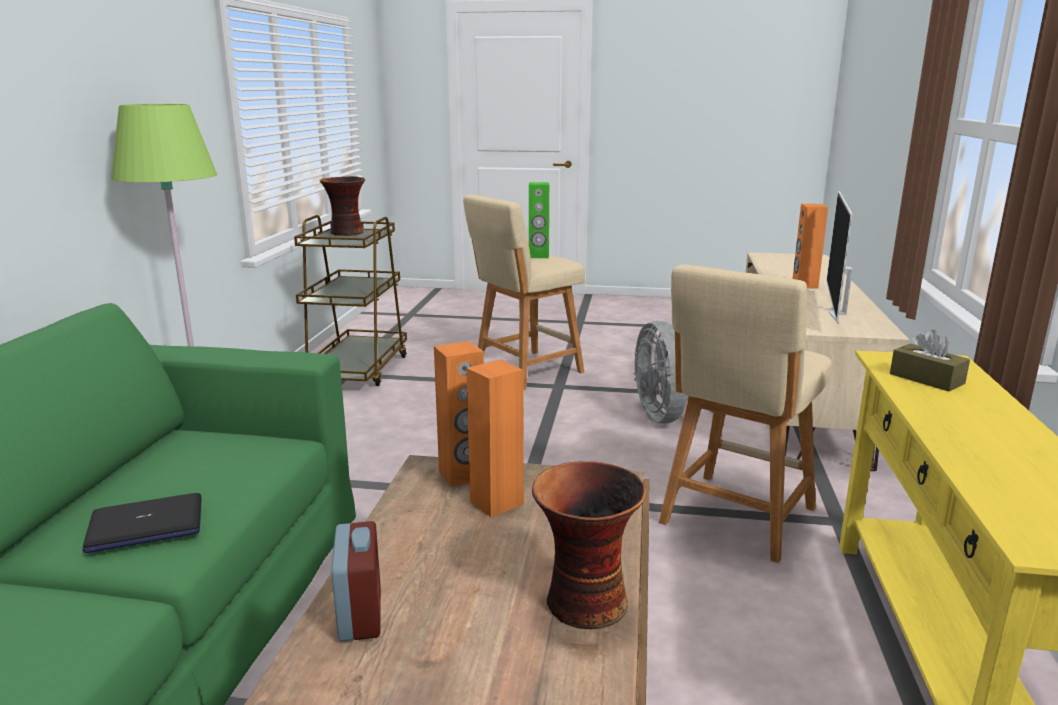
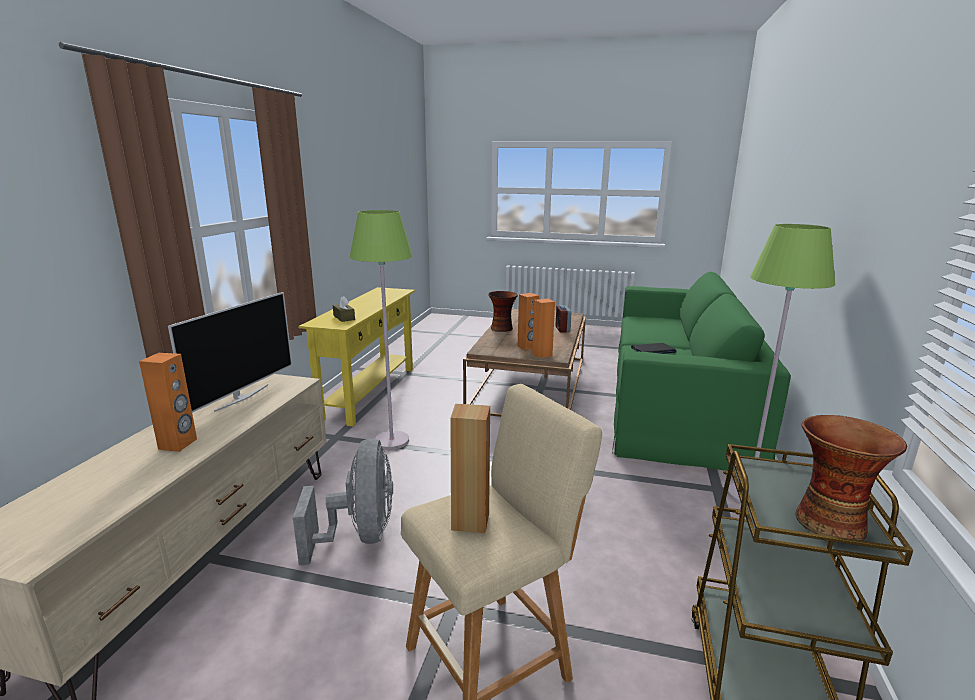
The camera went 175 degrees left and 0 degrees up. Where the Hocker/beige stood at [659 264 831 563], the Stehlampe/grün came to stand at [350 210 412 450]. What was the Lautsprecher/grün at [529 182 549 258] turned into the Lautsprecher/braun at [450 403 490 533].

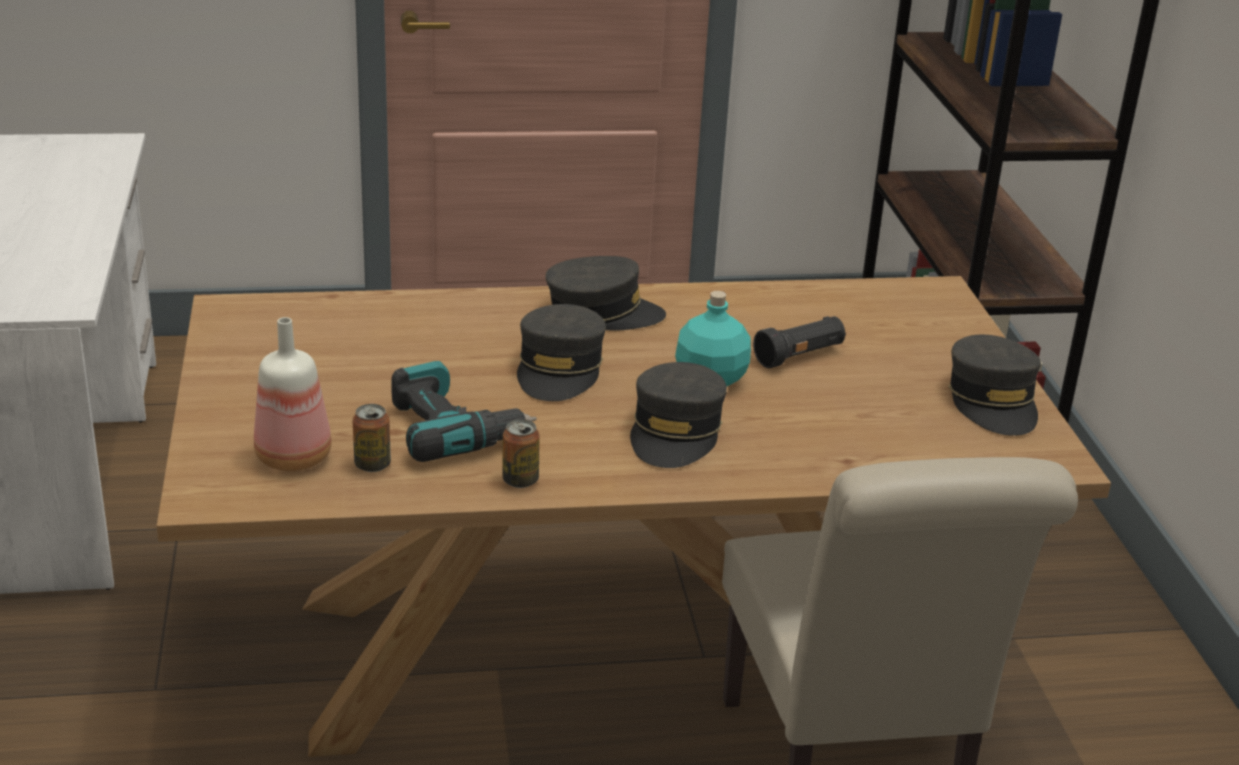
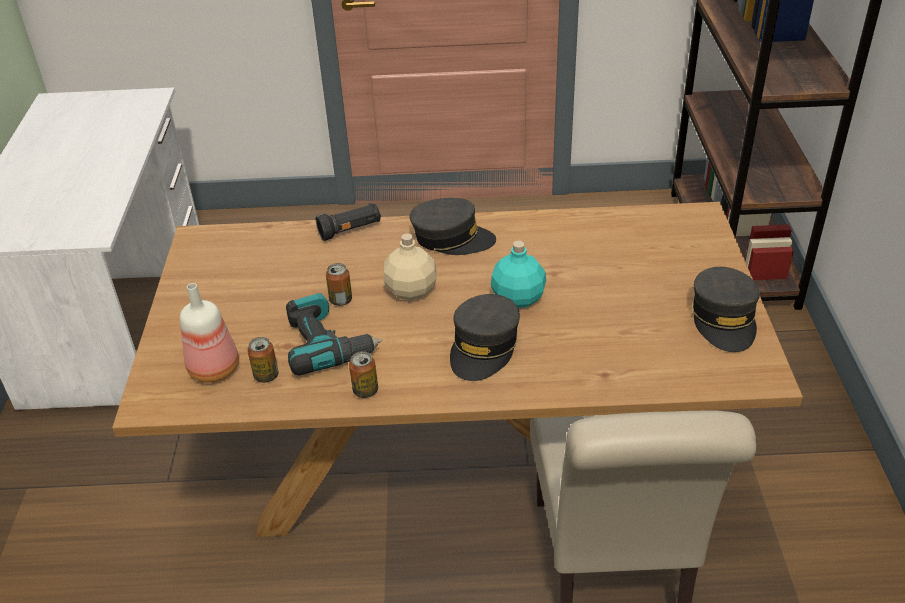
The camera went 10 degrees right and 10 degrees up. The second view gained the Dose at [326 263 352 306]. The Taschenlampe/schwarz ended up elsewhere, having gone from [753 316 846 368] to [316 203 381 241]. Where the Kappe/grau stood at [517 304 606 401], the Flasche/beige came to stand at [384 233 436 300].

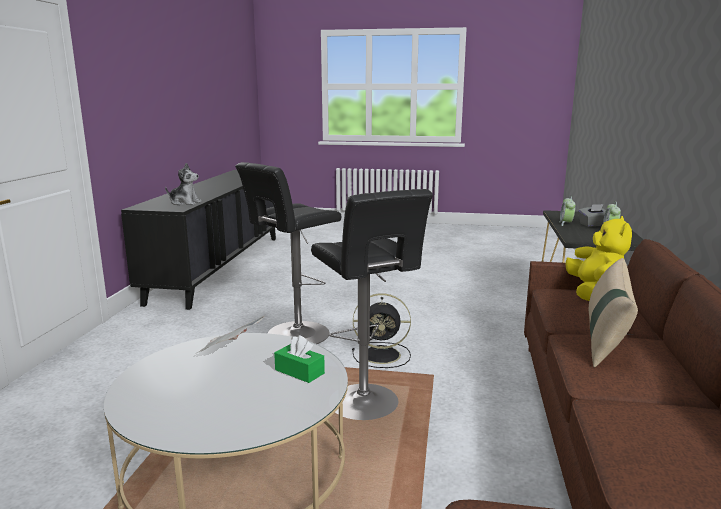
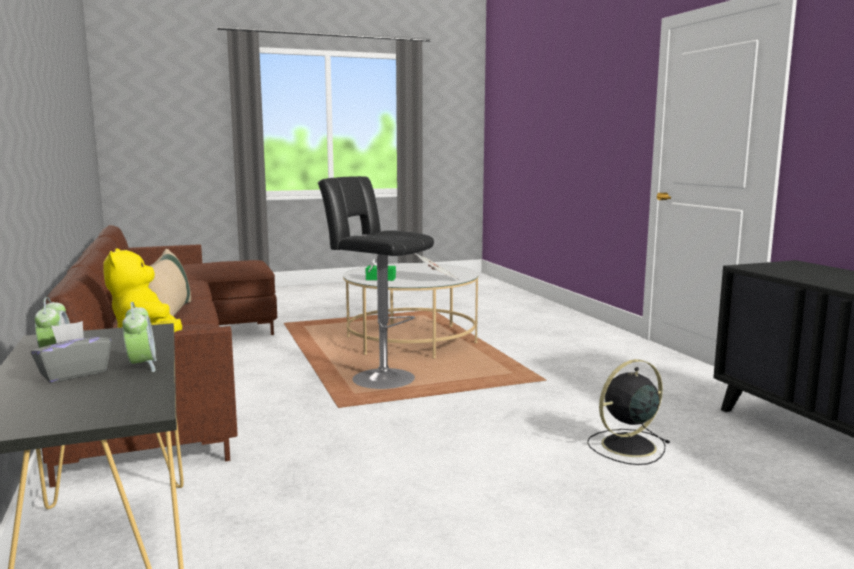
The camera went 150 degrees right and 5 degrees down. The second view lost the Plüschtier at [165 163 202 205]. The second view lost the Hocker/schwarz at [235 162 342 344]. The Ventilator/schwarz ended up elsewhere, having gone from [352 293 411 368] to [587 359 671 465].

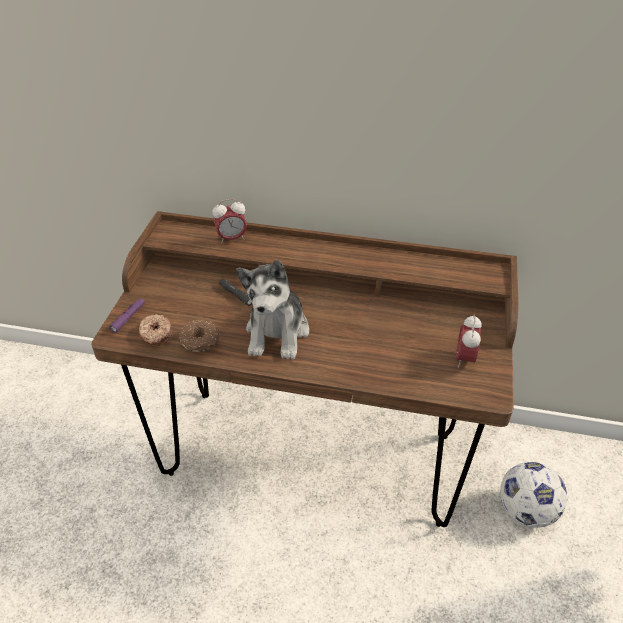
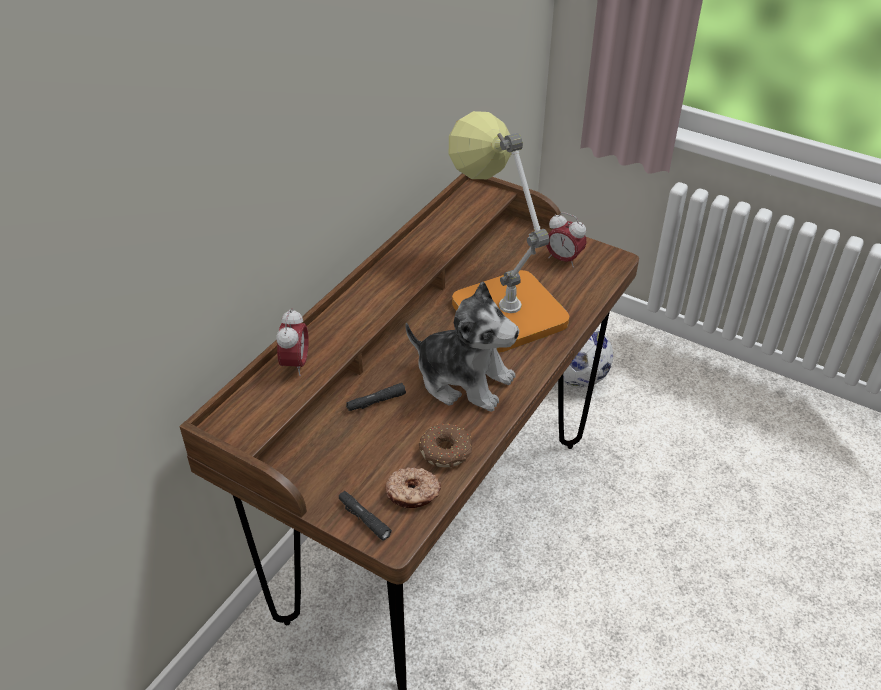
The camera went 70 degrees left and 0 degrees up. The second view gained the Tischlampe at [449 111 570 353]. What was the Taschenlampe/lila at [109 298 145 333] turned into the Taschenlampe/schwarz at [339 491 392 541].

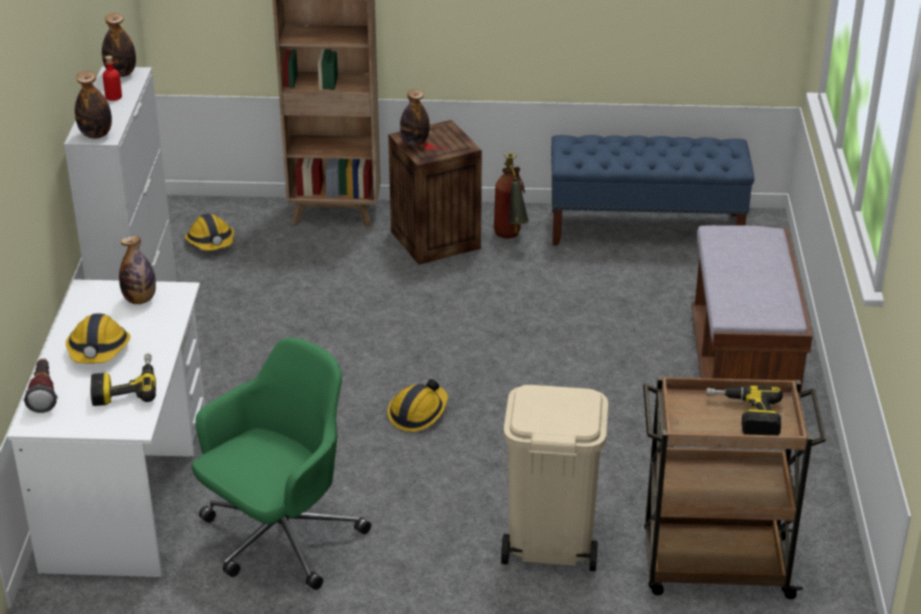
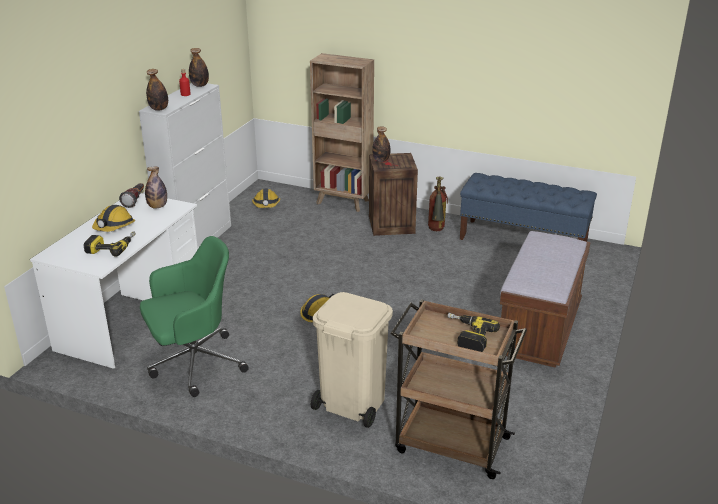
The camera went 20 degrees right and 5 degrees down. The Taschenlampe ended up elsewhere, having gone from [24 359 57 413] to [119 183 144 208].

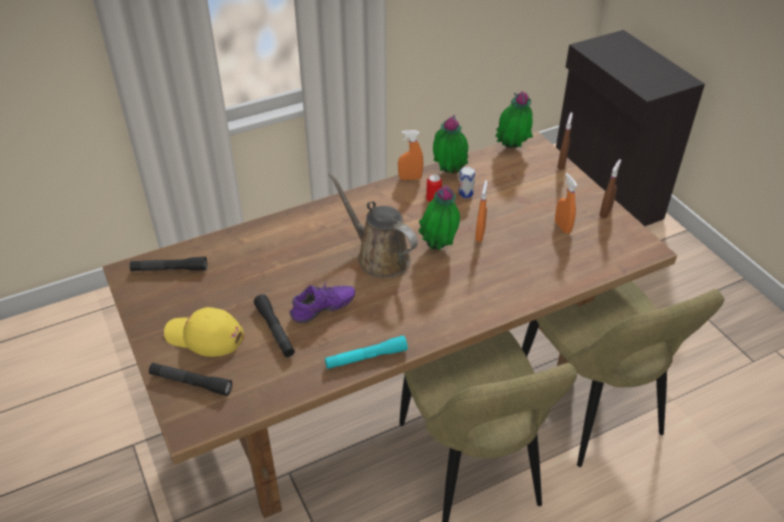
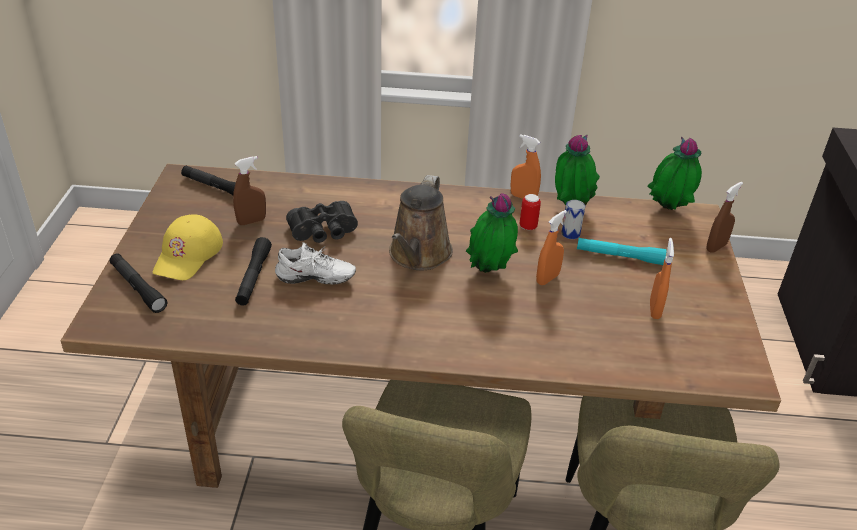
The camera went 30 degrees right and 5 degrees down. The second view gained the Fernglas/schwarz at [286 201 358 243]. The Taschenlampe/türkis ended up elsewhere, having gone from [325 335 408 369] to [577 238 666 265]. The Sprühflasche/braun ended up elsewhere, having gone from [600 159 621 218] to [233 156 266 225]. What was the Schuh/lila at [290 282 355 324] turned into the Schuh/weiß at [275 242 356 284]. The Kappe/gelb at [164 307 244 357] ended up facing another way, 120 degrees counterclockwise from before. The Gießkanne/braun at [328 172 418 278] ended up facing another way, 150 degrees counterclockwise from before.

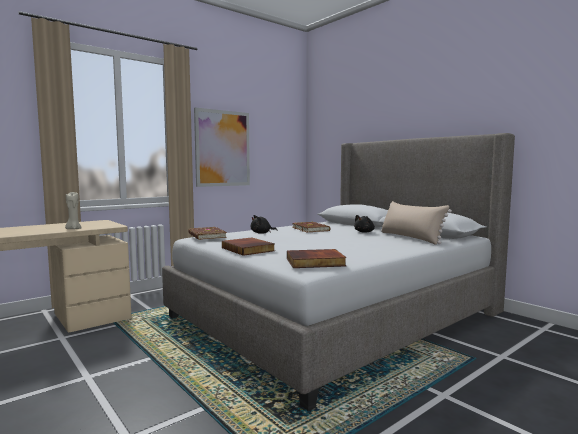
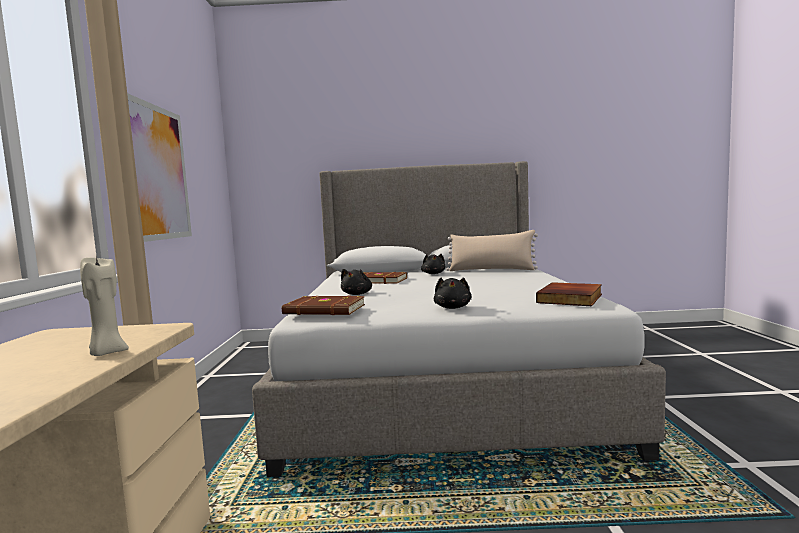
The camera went 50 degrees left and 0 degrees up. Where the Buch stood at [222 237 275 256], the Plüschtier/schwarz came to stand at [434 278 471 309].

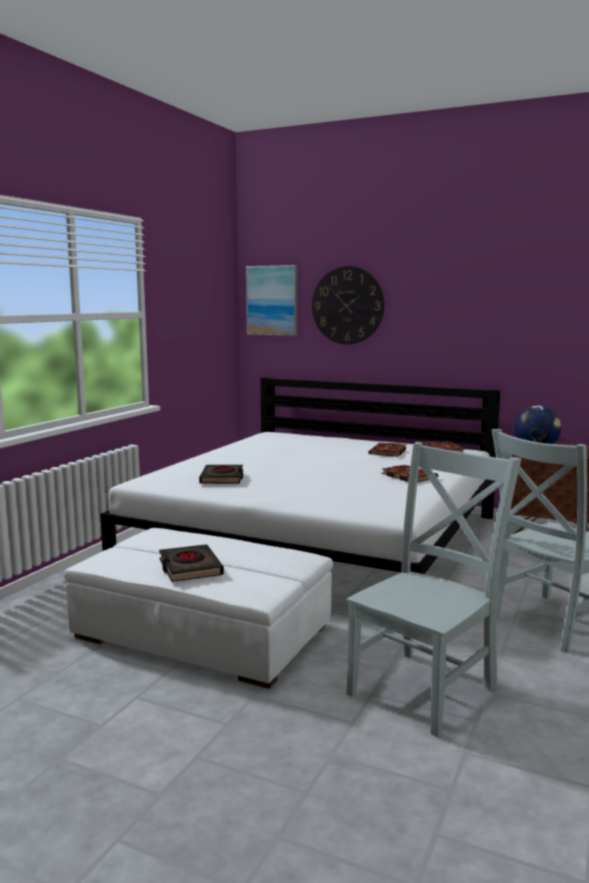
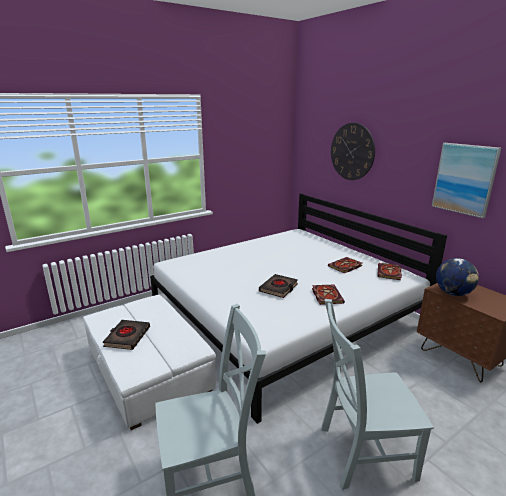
The camera went 30 degrees right and 10 degrees up. The Buch/schwarz ended up elsewhere, having gone from [199 465 243 484] to [259 274 298 298]. The Bild ended up elsewhere, having gone from [246 265 297 336] to [432 143 501 218].

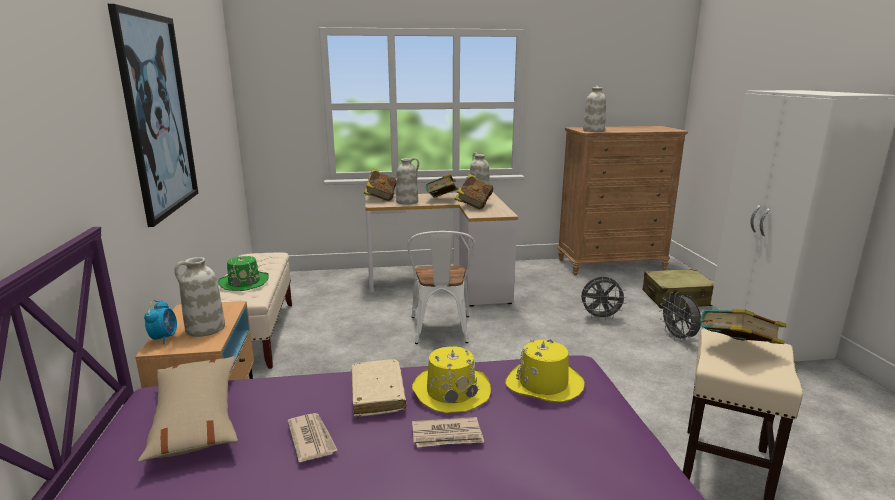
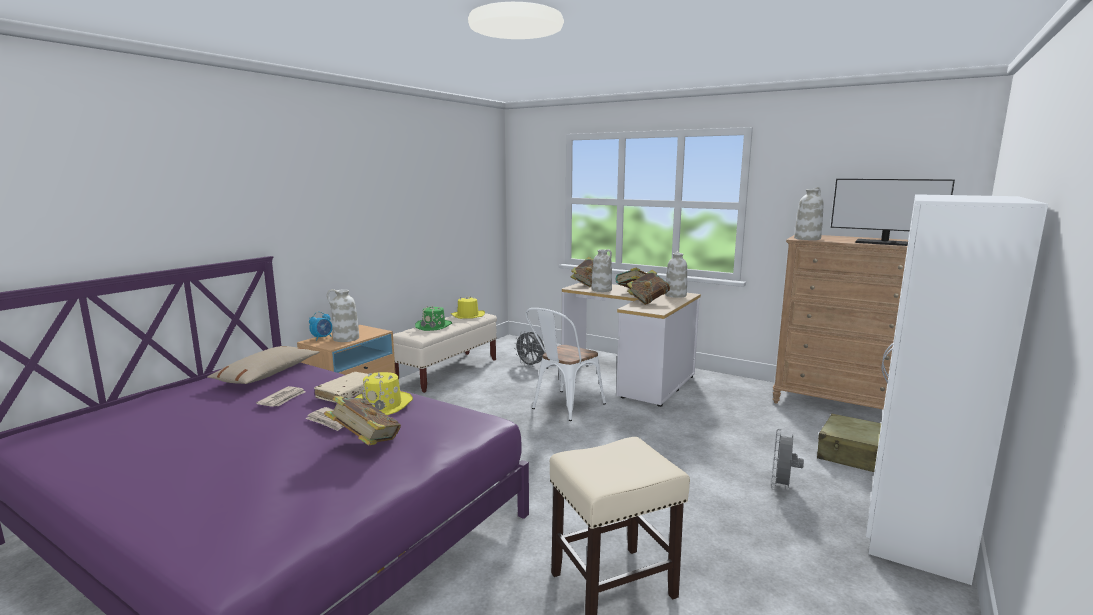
The camera went 40 degrees right and 5 degrees down. The second view lost the Bild at [108 4 198 227]. The second view gained the Monitor at [831 179 955 246]. The Hut/gelb ended up elsewhere, having gone from [505 339 585 402] to [451 296 485 319]. The Ventilator/grau ended up elsewhere, having gone from [580 277 627 320] to [514 331 545 368]. The Buch ended up elsewhere, having gone from [700 309 787 344] to [324 396 401 445].

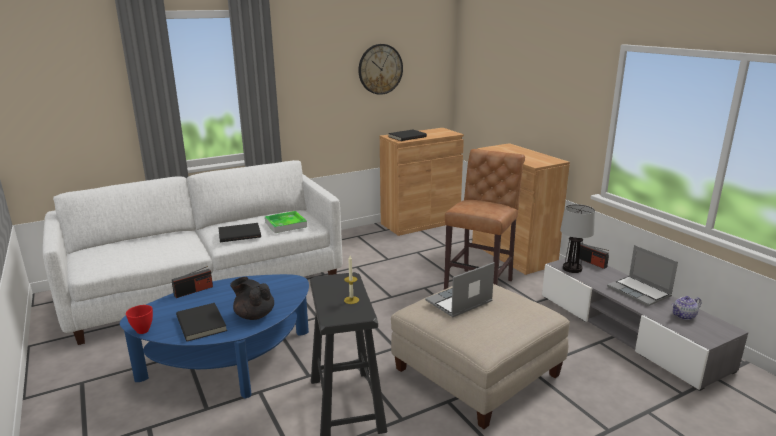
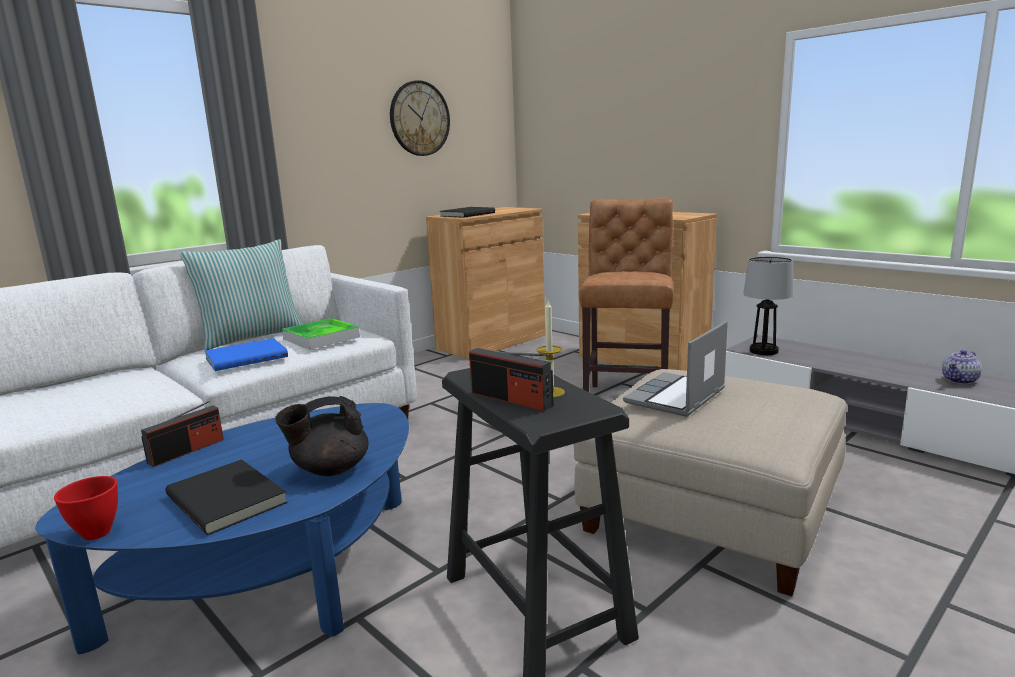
The camera went 15 degrees left and 5 degrees down. The second view lost the Laptop at [607 245 678 306]. The second view gained the Kissen at [179 239 302 350]. The Radio ended up elsewhere, having gone from [579 243 609 269] to [469 348 554 411]. What was the Buch/schwarz at [218 223 261 242] turned into the Buch/blau at [204 338 288 371]. The Teekanne/schwarz at [230 277 274 320] ended up facing another way, 45 degrees counterclockwise from before.

